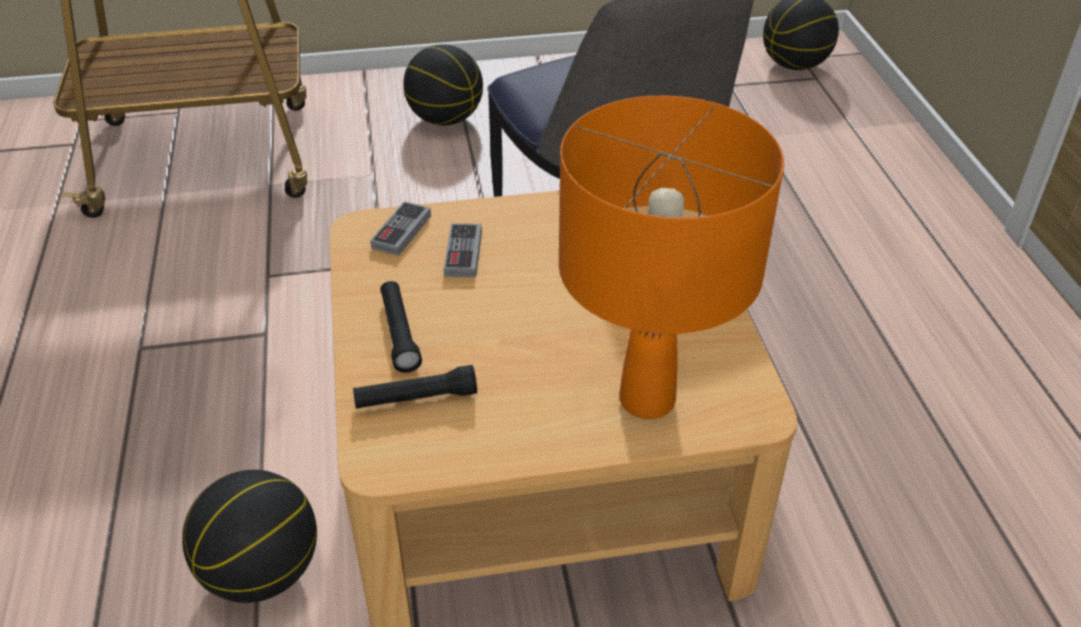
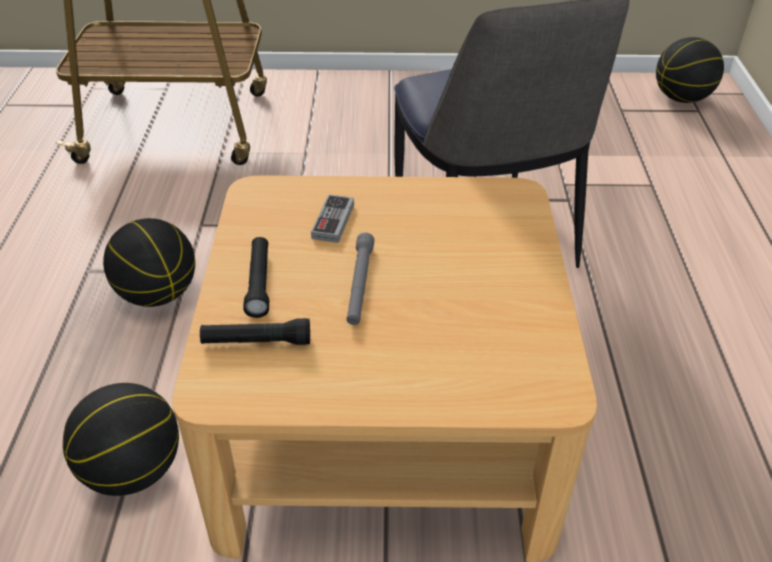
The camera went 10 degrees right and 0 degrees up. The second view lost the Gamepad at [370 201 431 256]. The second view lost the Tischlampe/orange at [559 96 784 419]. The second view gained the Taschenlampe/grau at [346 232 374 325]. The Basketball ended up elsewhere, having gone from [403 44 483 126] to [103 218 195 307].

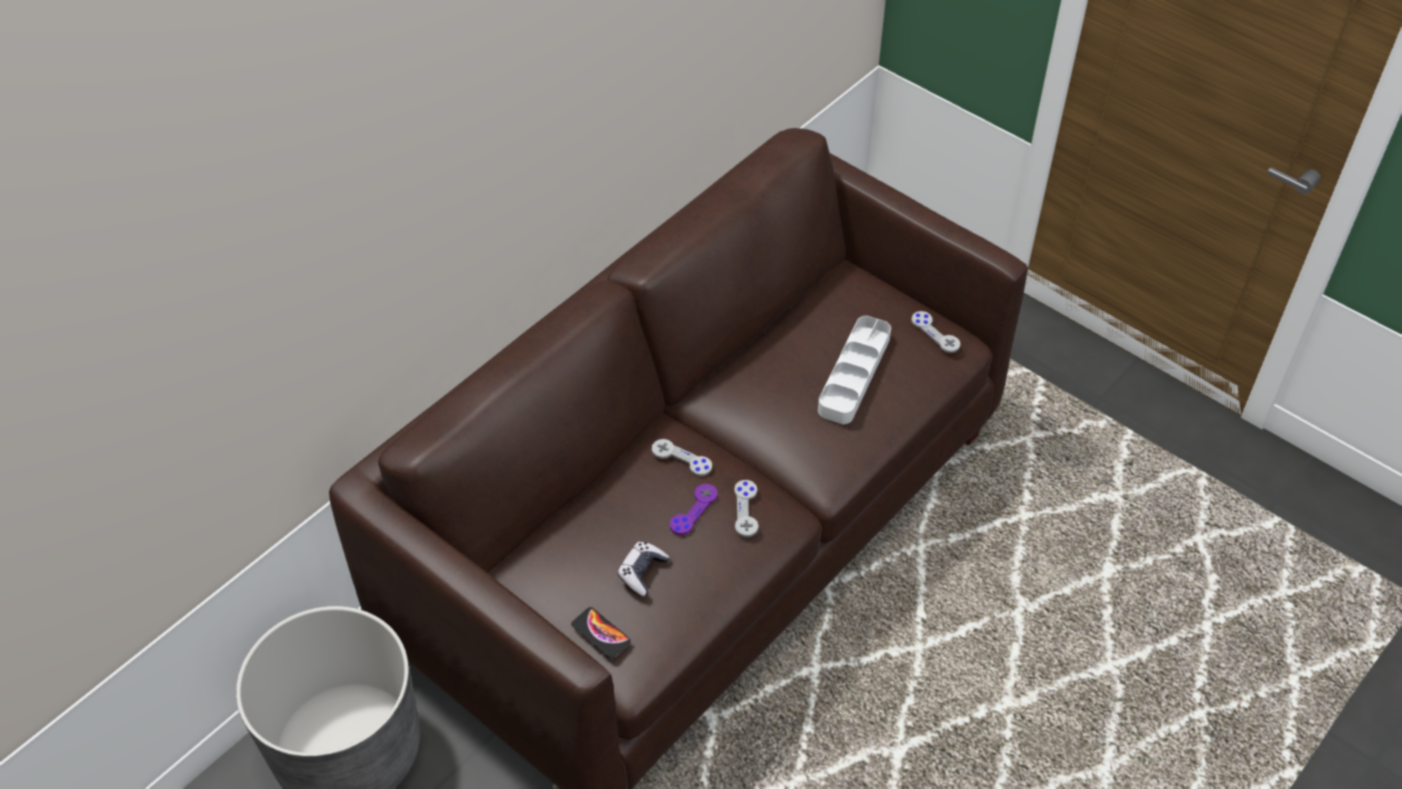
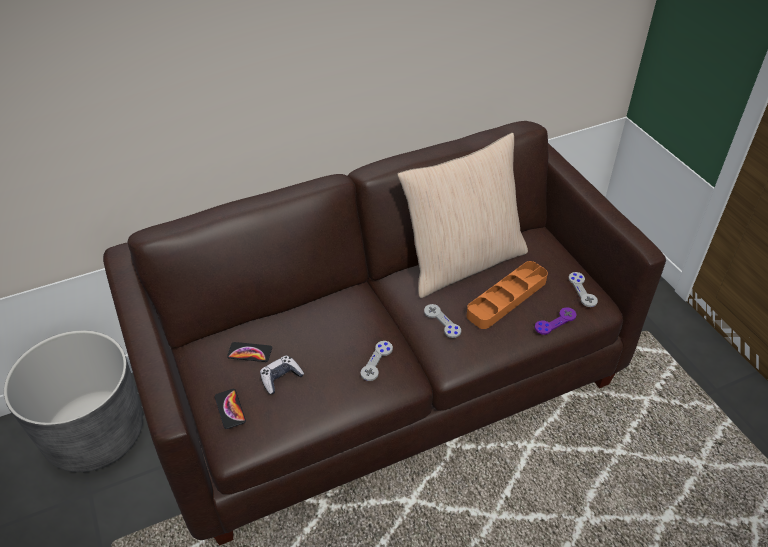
The camera went 25 degrees right and 5 degrees down. The second view gained the Handy at [227 342 272 362]. The second view gained the Kissen/beige at [397 133 528 298]. The Gamepad/grau ended up elsewhere, having gone from [652 439 712 476] to [424 304 461 338]. The Gamepad/lila ended up elsewhere, having gone from [670 484 718 535] to [535 307 577 335]. What was the Tablett/weiß at [818 316 891 424] turned into the Tablett/orange at [467 261 548 329].

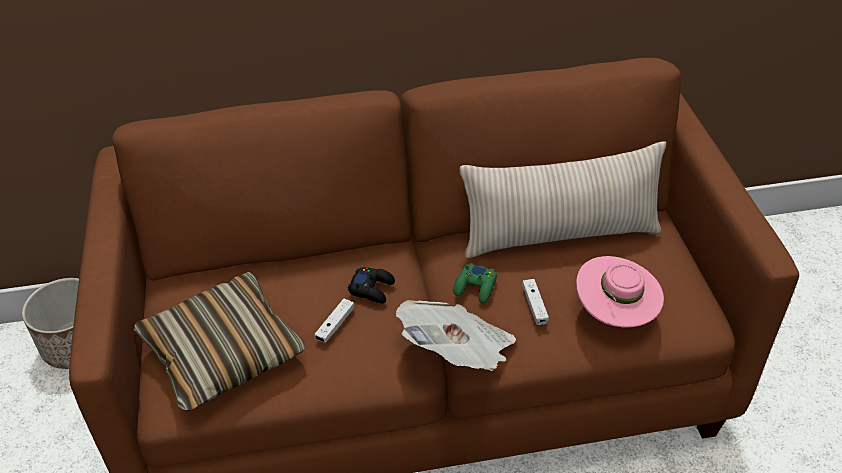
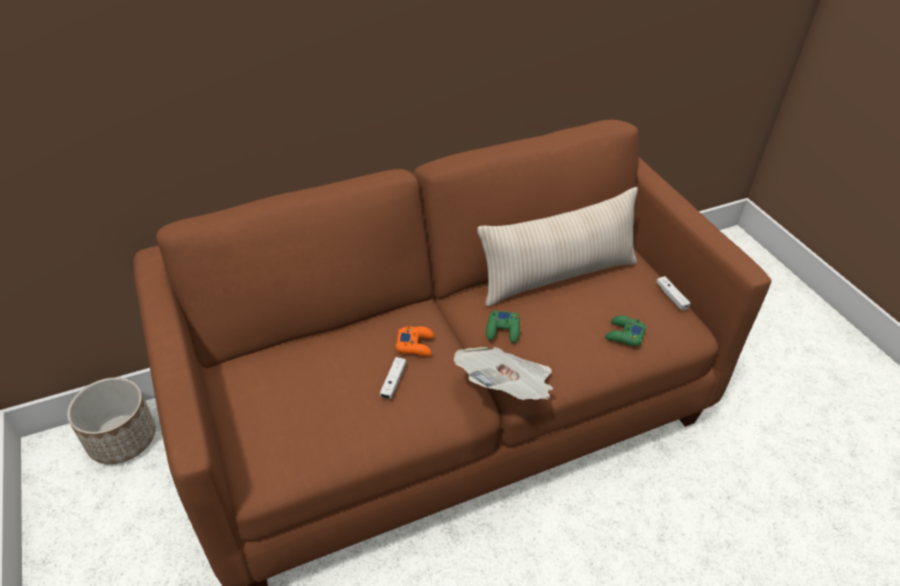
The camera went 15 degrees left and 0 degrees up. The second view lost the Kissen at [134 272 306 411]. The Gamepad/weiß ended up elsewhere, having gone from [522 279 549 325] to [656 276 690 311]. Where the Hut/rosa stood at [576 256 664 327], the Gamepad/grün came to stand at [605 315 647 346]. What was the Gamepad/schwarz at [348 267 395 303] turned into the Gamepad/orange at [396 326 434 356].

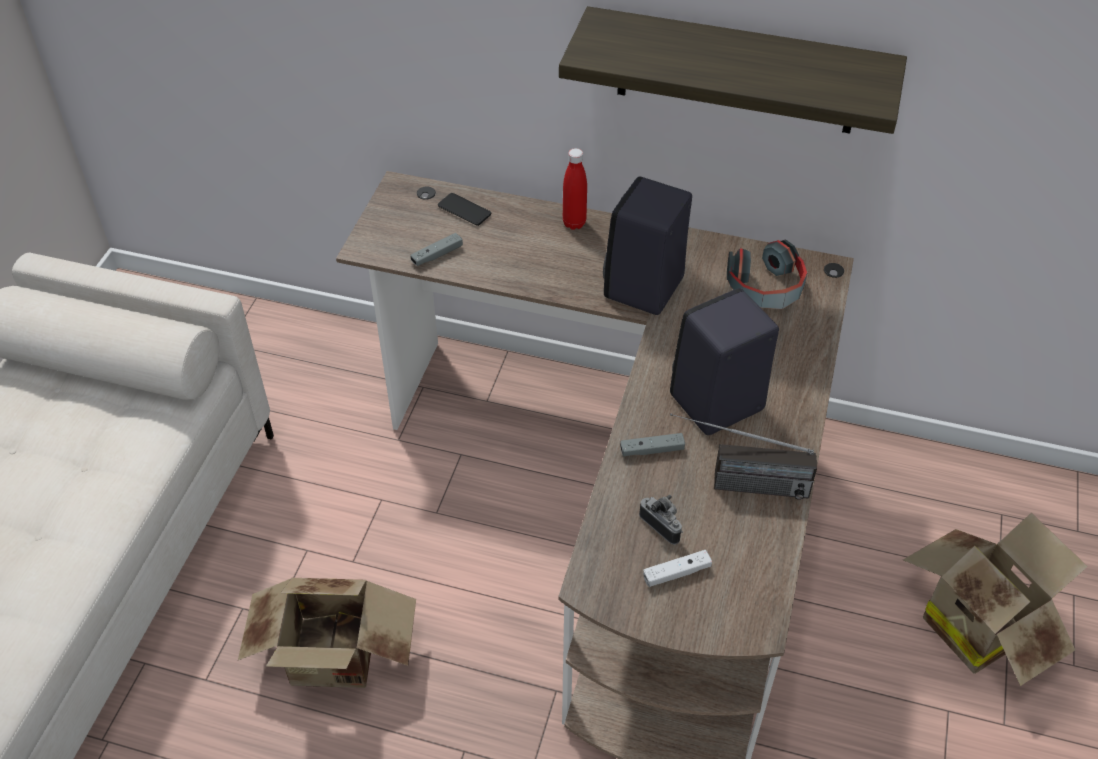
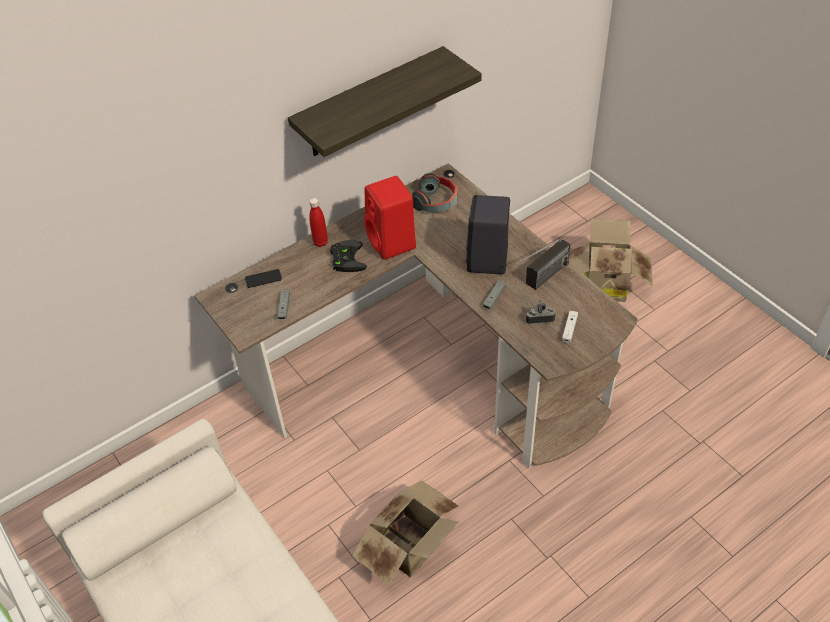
The camera went 50 degrees left and 0 degrees up. The second view gained the Gamepad/schwarz at [330 240 367 272]. What was the Lautsprecher/schwarz at [603 177 692 315] turned into the Lautsprecher/rot at [364 176 416 260].

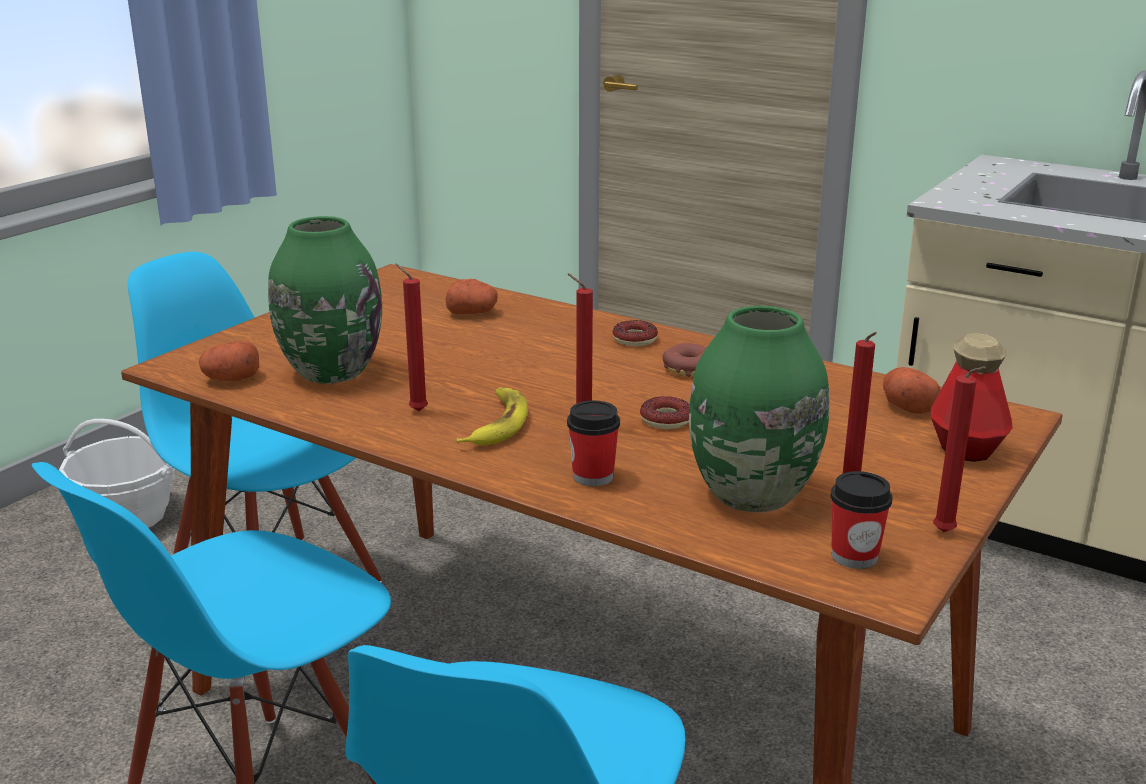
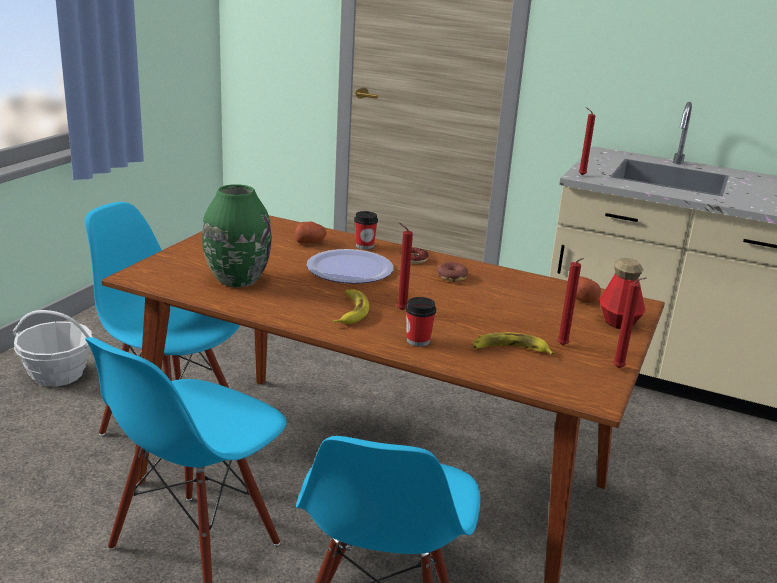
The camera went 10 degrees left and 0 degrees up. The second view lost the Kartoffel at [199 341 259 382]. The second view lost the Donut at [640 396 690 429]. The second view gained the Teller at [307 249 394 284]. The Kerze/rot ended up elsewhere, having gone from [395 263 428 411] to [579 107 596 176]. The Tasse ended up elsewhere, having gone from [831 471 892 569] to [354 211 378 250]. Where the Vase/grün stood at [689 306 829 512], the Banane came to stand at [473 332 554 355].

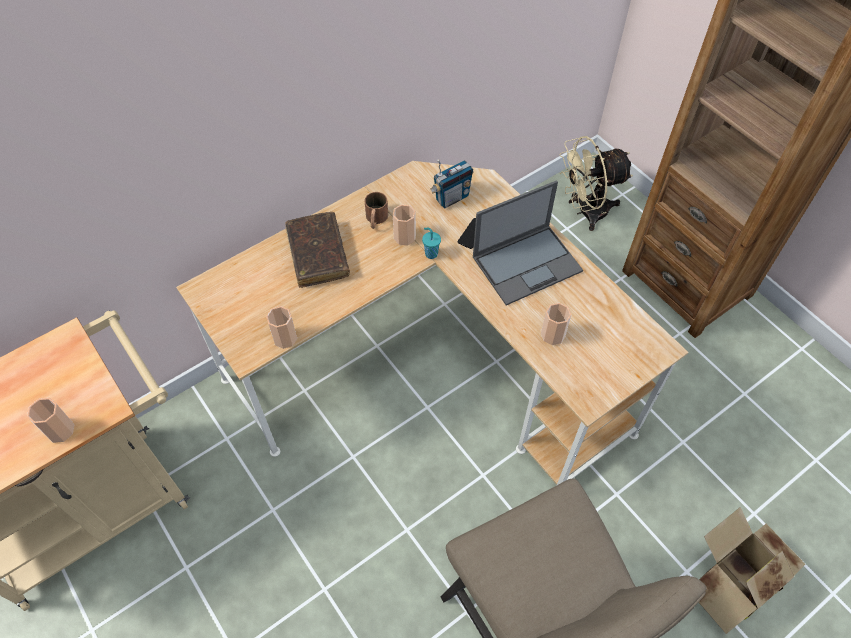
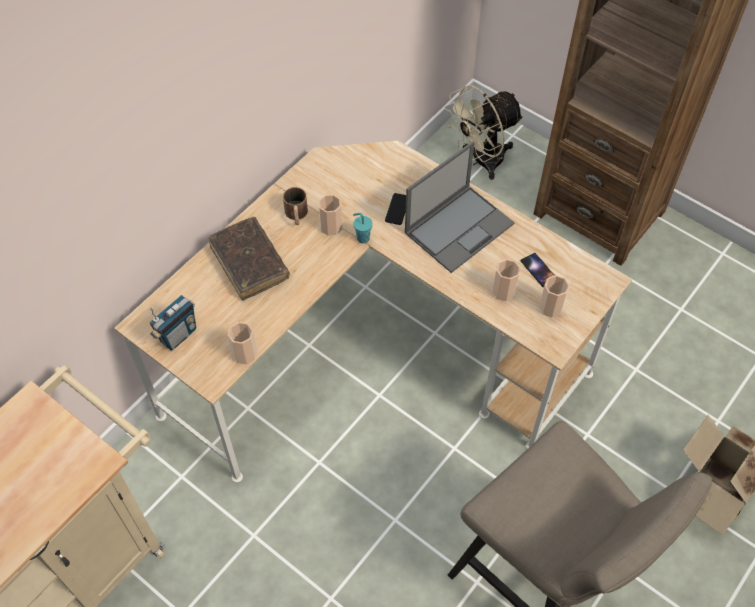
The camera went 15 degrees left and 0 degrees up. The second view gained the Handy at [521 253 555 288]. The Tasse ended up elsewhere, having gone from [27 398 74 443] to [539 275 570 318]. The Radio ended up elsewhere, having gone from [430 160 474 208] to [148 295 196 351].

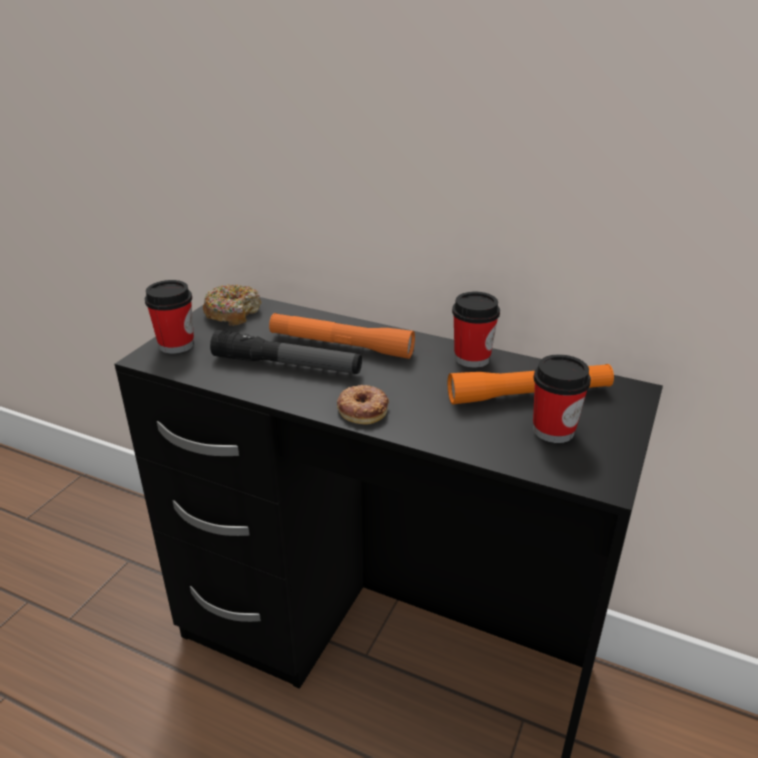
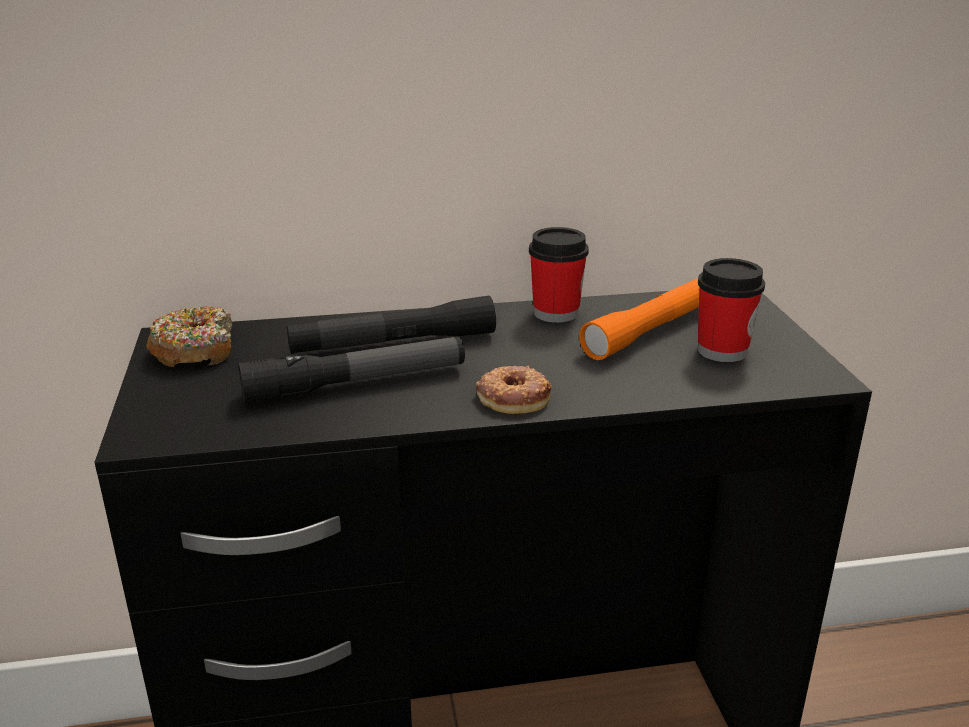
The camera went 35 degrees left and 5 degrees down. The second view lost the Tasse at [145 280 194 354]. What was the Taschenlampe/orange at [269 313 415 359] turned into the Taschenlampe/schwarz at [287 296 496 354].

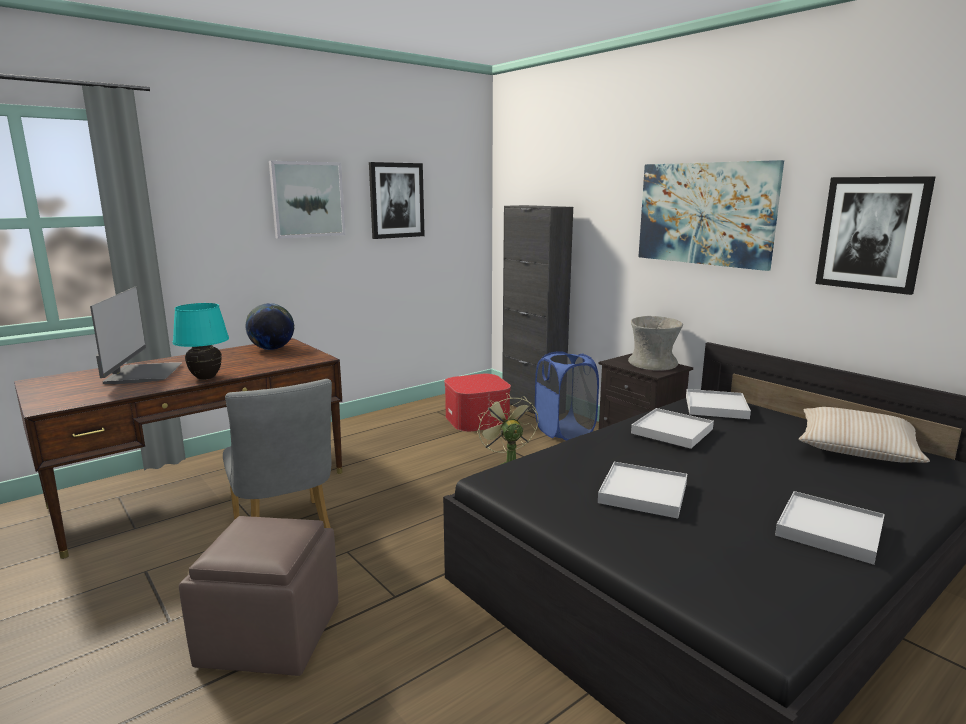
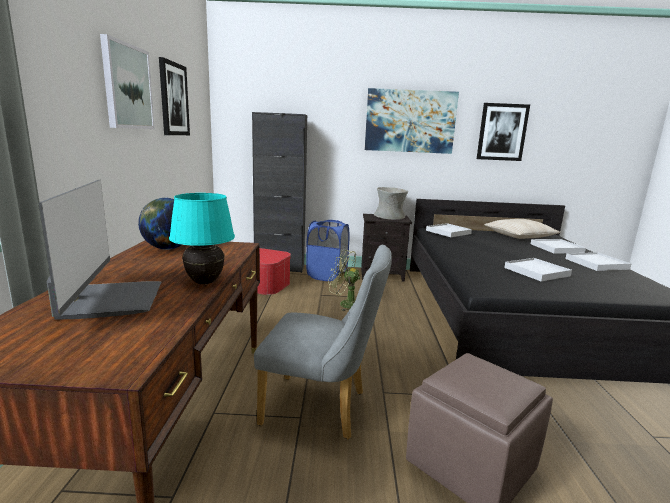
The camera went 50 degrees left and 0 degrees up. The Tablett/weiß ended up elsewhere, having gone from [631 408 714 449] to [531 239 586 254]. The Monitor at [90 287 182 384] ended up facing another way, 45 degrees clockwise from before.

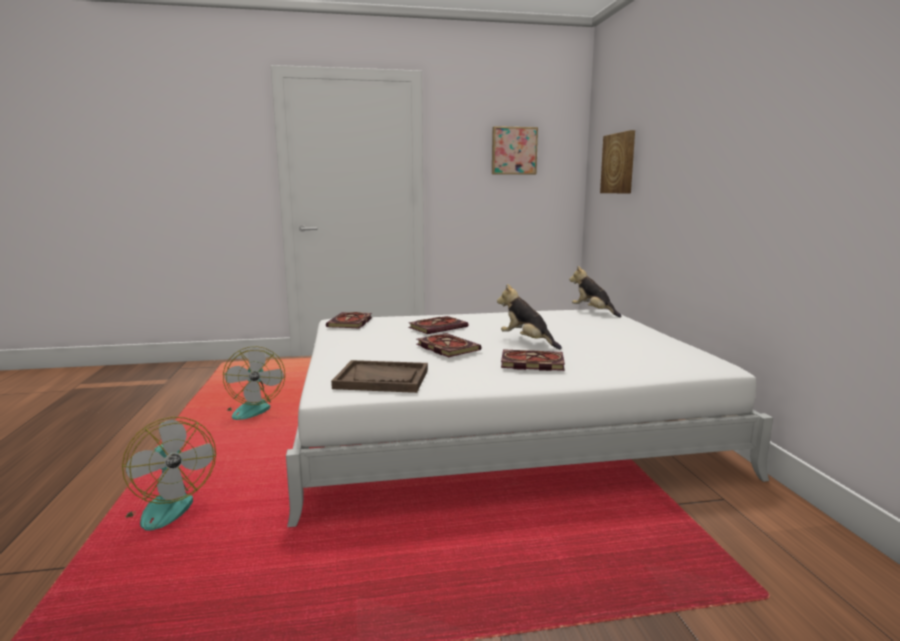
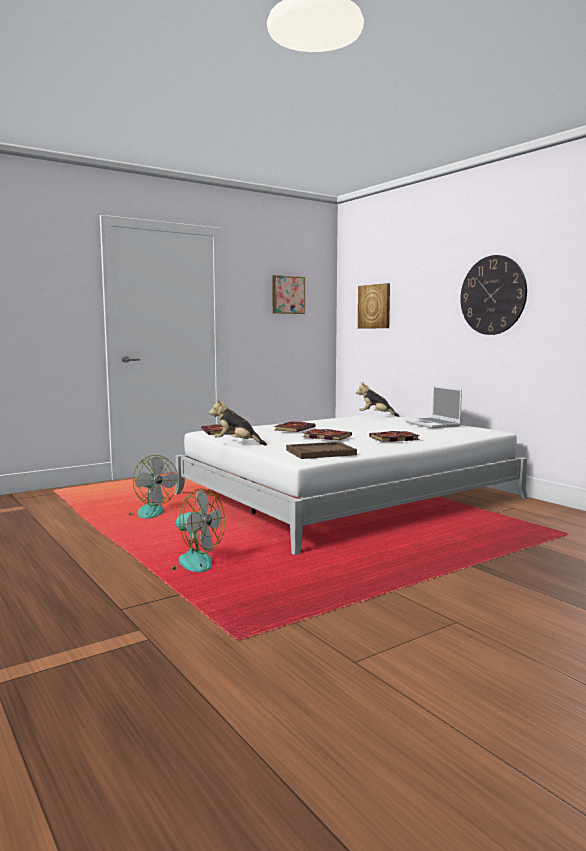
The camera went 25 degrees left and 5 degrees down. The second view gained the Laptop at [405 386 462 429]. The second view gained the Wanduhr at [460 255 527 335]. The Plüschtier ended up elsewhere, having gone from [497 284 562 350] to [209 399 267 446].

